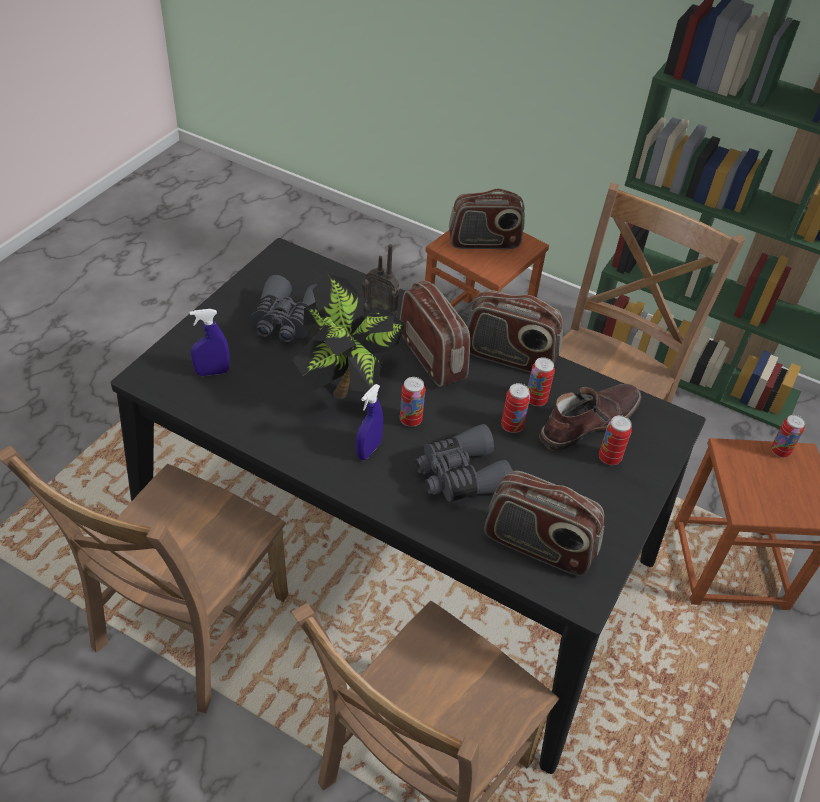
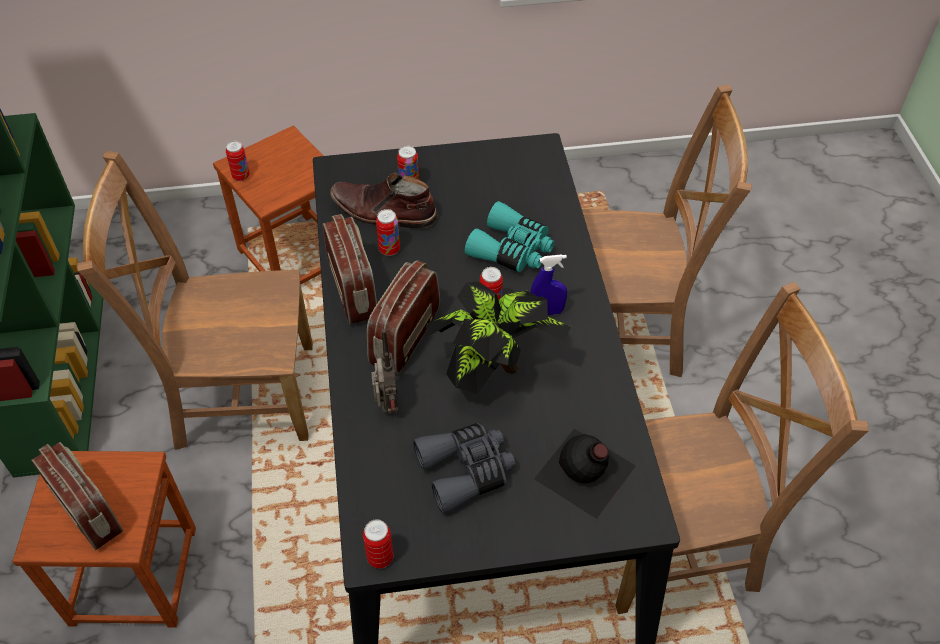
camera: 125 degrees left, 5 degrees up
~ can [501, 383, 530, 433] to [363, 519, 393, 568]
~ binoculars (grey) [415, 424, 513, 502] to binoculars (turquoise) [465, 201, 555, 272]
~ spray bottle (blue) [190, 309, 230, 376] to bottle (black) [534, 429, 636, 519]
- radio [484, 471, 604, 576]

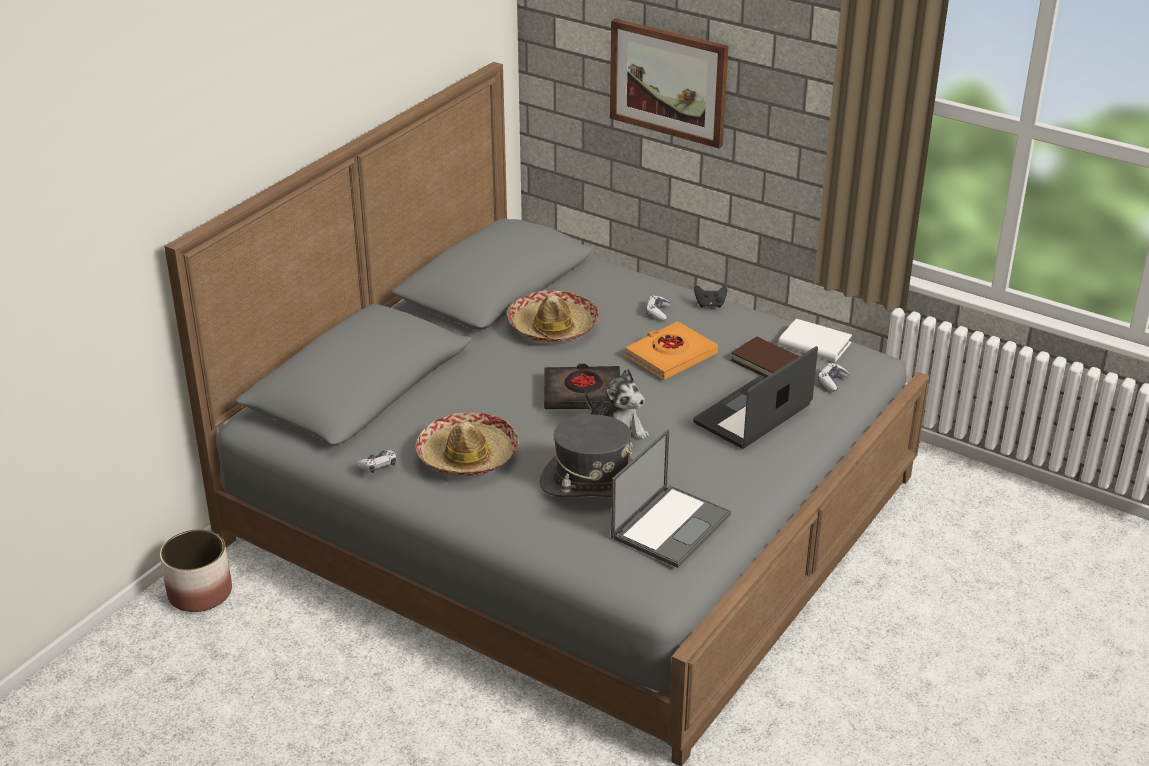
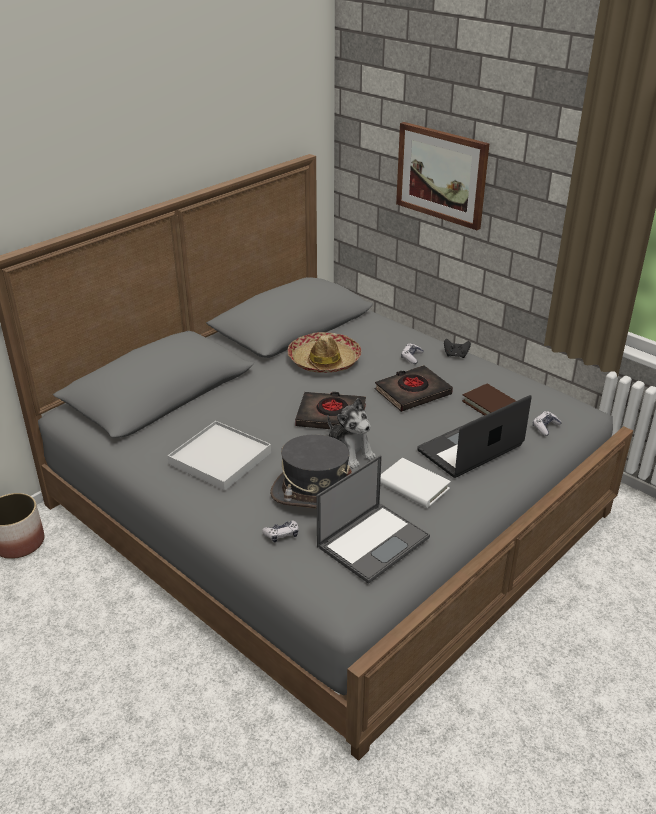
camera: 10 degrees right, 0 degrees up
~ hat [416, 412, 519, 476] to tray (white) [167, 421, 271, 491]
~ game controller [357, 450, 396, 473] to [262, 520, 299, 543]
~ book (orange) [624, 321, 718, 380] to book (black) [375, 365, 453, 412]
~ book (white) [779, 319, 852, 362] to [380, 458, 451, 508]

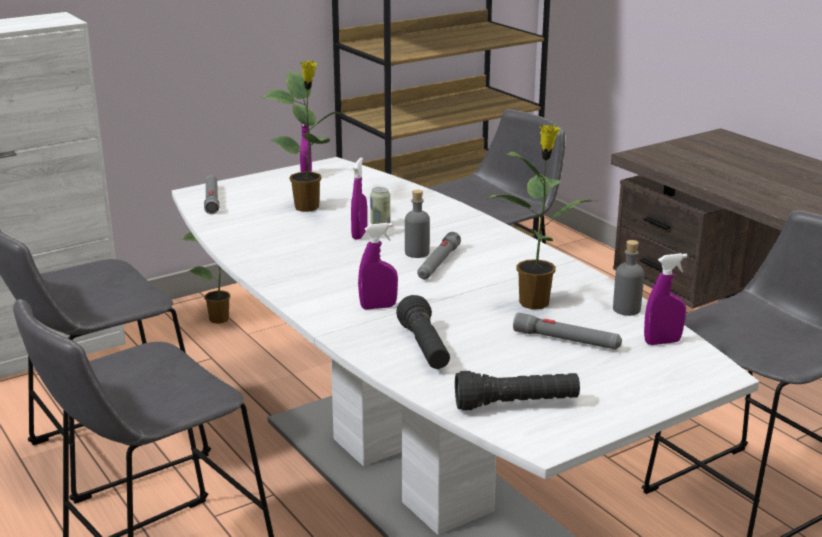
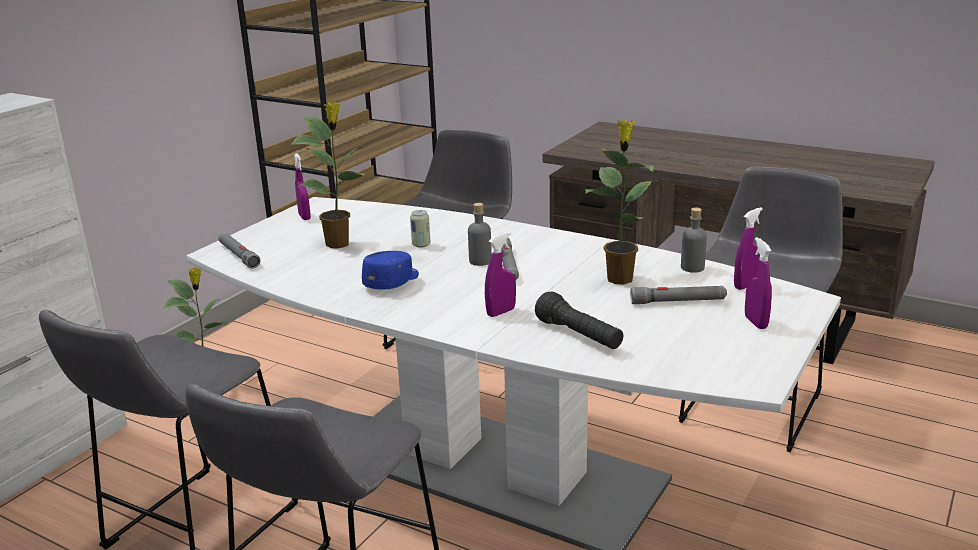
camera: 25 degrees left, 0 degrees up
+ cap (blue) [362, 251, 419, 290]
~ spray bottle (purple) [351, 157, 367, 240] to [745, 237, 772, 329]
- flashlight (black) [455, 371, 580, 411]

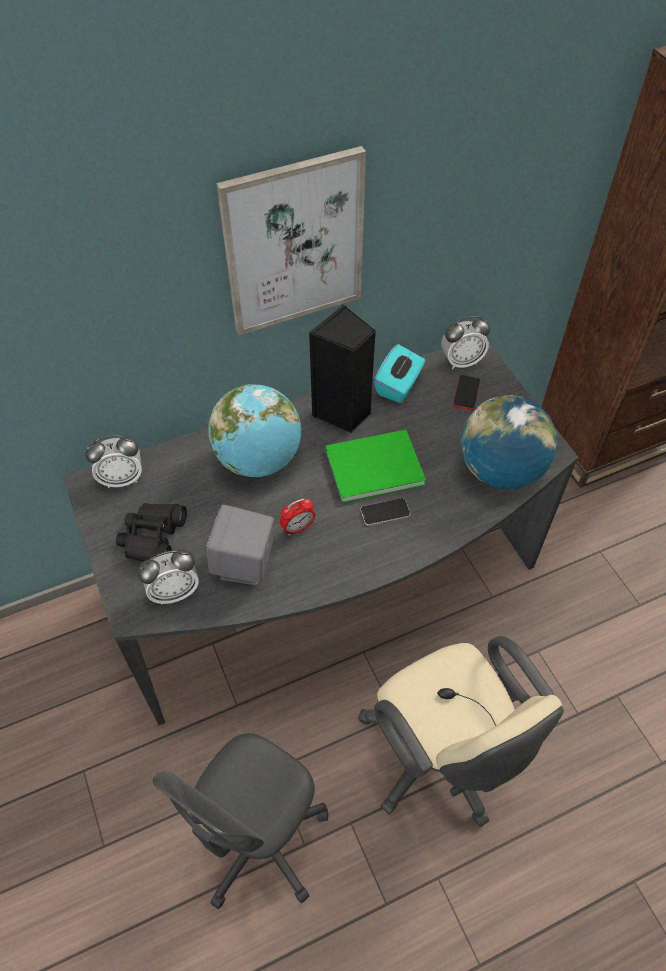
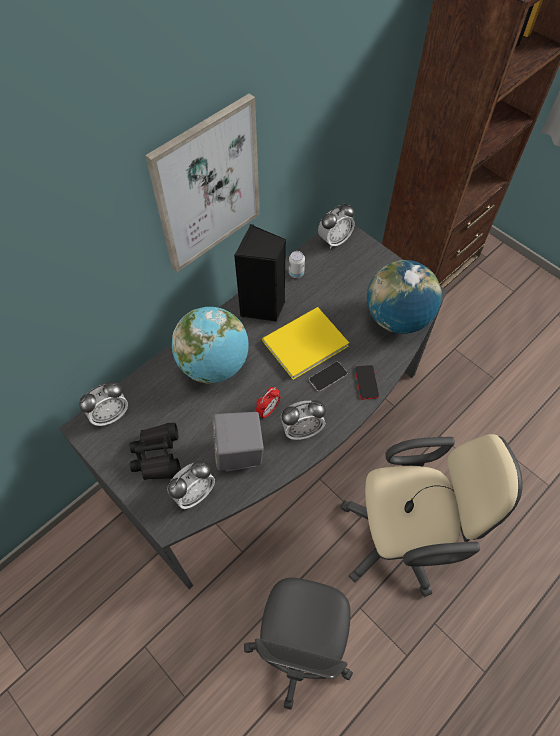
camera: 20 degrees left, 5 degrees up
~ book (green) [325, 430, 426, 503] to book (yellow) [262, 307, 349, 380]
+ alarm clock [280, 400, 326, 440]
~ tissue box (turquoise) [374, 344, 425, 403] to can [289, 251, 305, 278]
~ office chair (beige) [358, 636, 564, 827] = [340, 434, 523, 597] 45 degrees counterclockwise
~ phone [453, 375, 480, 410] to [355, 365, 379, 400]

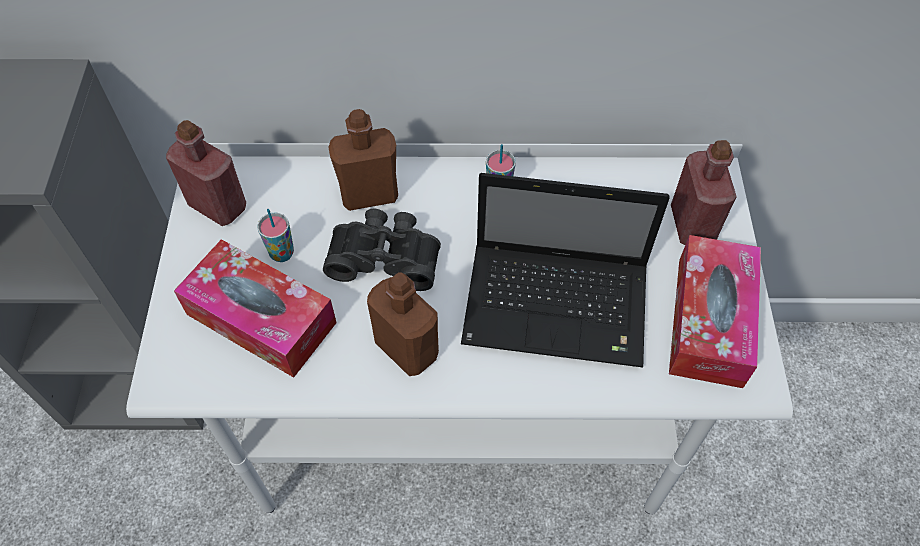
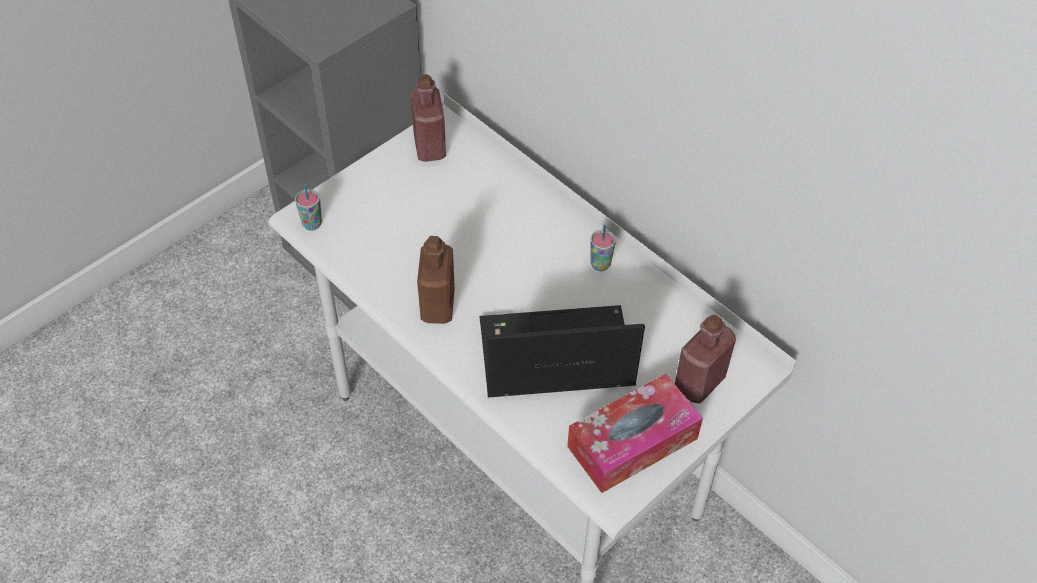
camera: 45 degrees right, 5 degrees down
~ cup [257, 209, 294, 262] to [295, 184, 322, 231]
~ laptop [461, 173, 670, 367] = [480, 305, 645, 397] 120 degrees clockwise
- tissue box [174, 239, 337, 378]
- binoculars (black) [323, 208, 441, 291]
- bottle (brown) [328, 109, 398, 211]

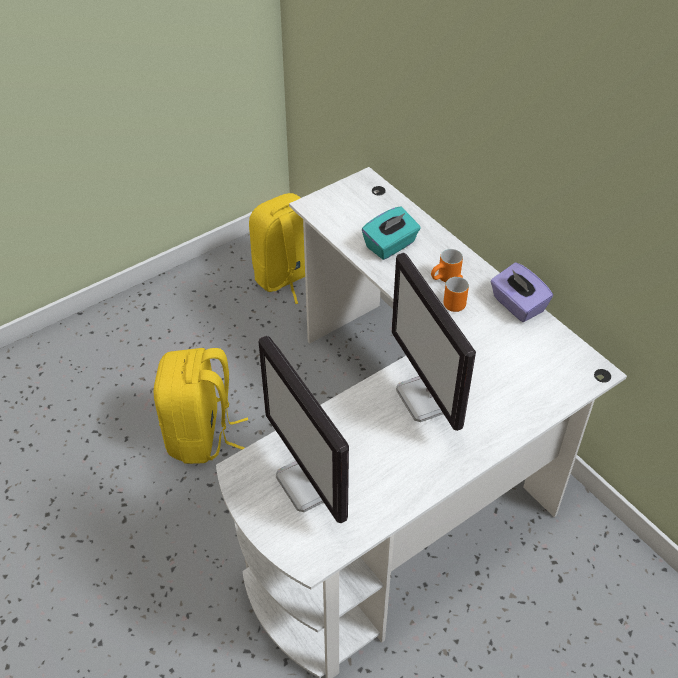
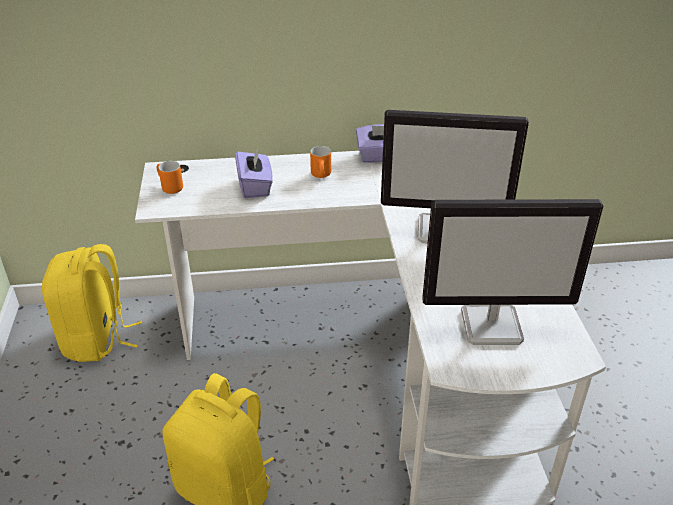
camera: 60 degrees left, 10 degrees down
~ mug (orange) [444, 274, 469, 312] to [157, 161, 183, 194]
~ tissue box (turquoise) [362, 207, 421, 260] to tissue box (purple) [235, 147, 273, 198]

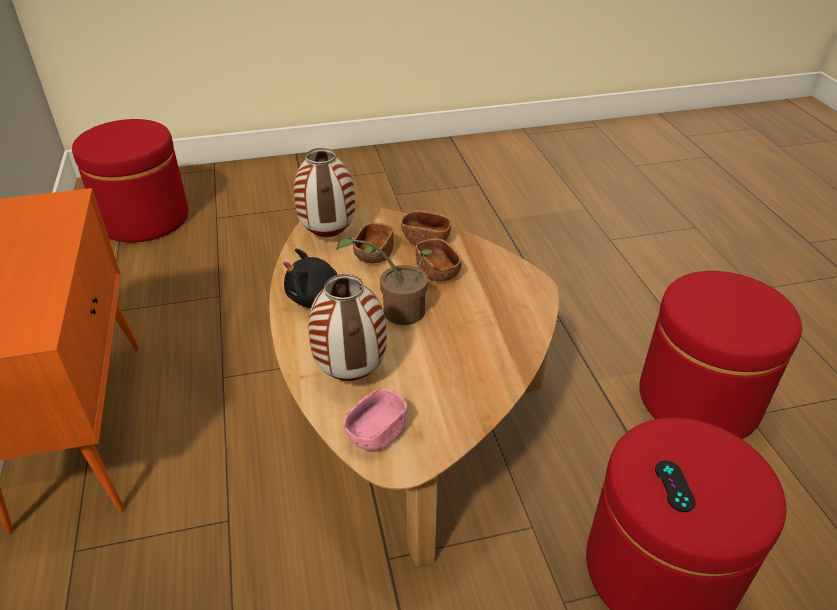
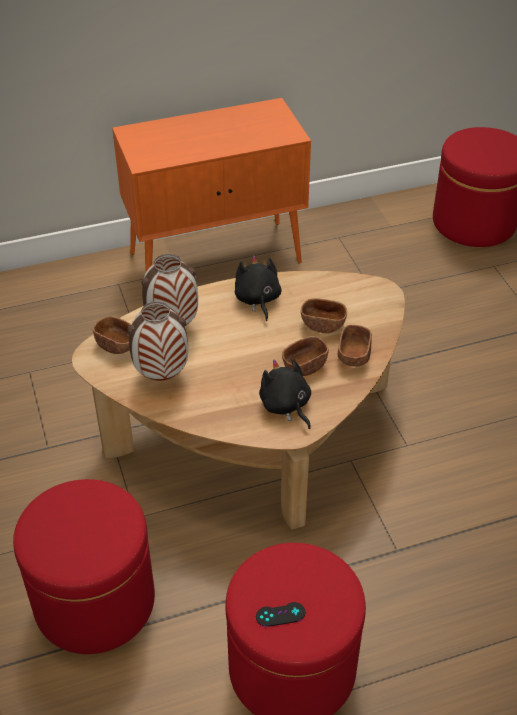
camera: 85 degrees right, 5 degrees up
~ bowl (pink) [343, 389, 407, 451] to bowl (brown) [93, 316, 131, 354]
~ vase [294, 148, 355, 237] to [128, 301, 188, 381]
~ game controller (black) [655, 461, 696, 512] to [256, 602, 305, 627]
+ plush toy (black) [259, 359, 311, 429]
- potted plant [336, 238, 433, 325]

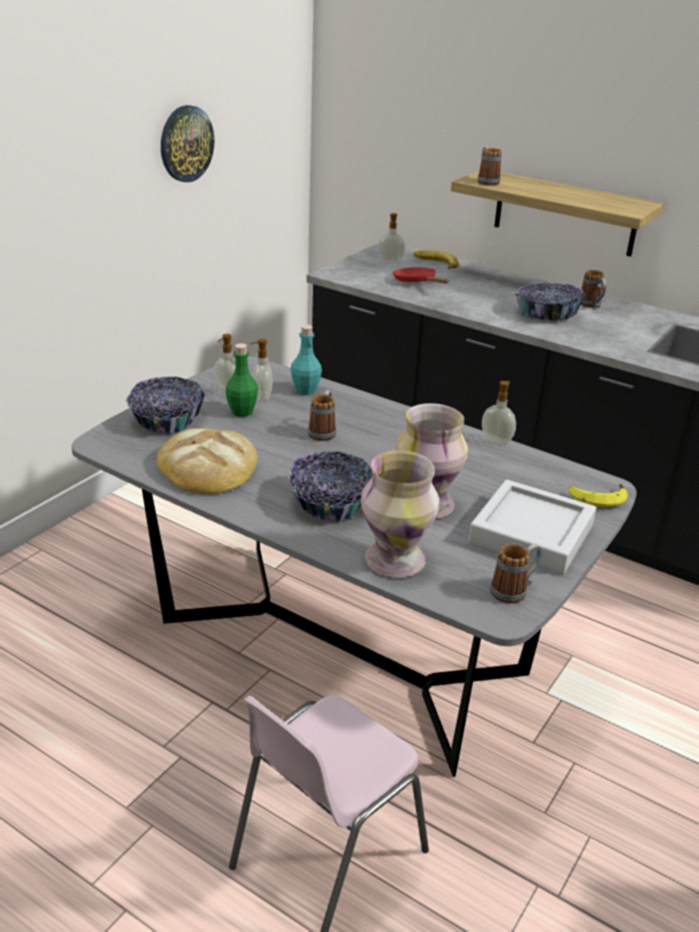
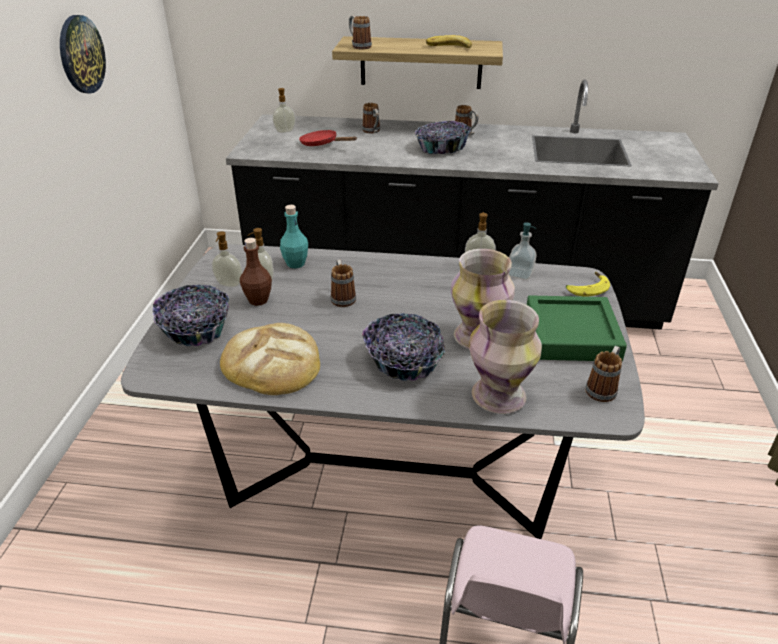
camera: 25 degrees left, 5 degrees up
~ bottle (green) [226, 343, 258, 417] to bottle (brown) [240, 238, 272, 306]
+ mug [362, 103, 380, 133]
~ banana [414, 250, 459, 269] to [426, 35, 472, 48]
+ soap dispenser [509, 222, 537, 280]
~ tray (grey) [468, 480, 596, 575] to tray (green) [527, 295, 627, 361]

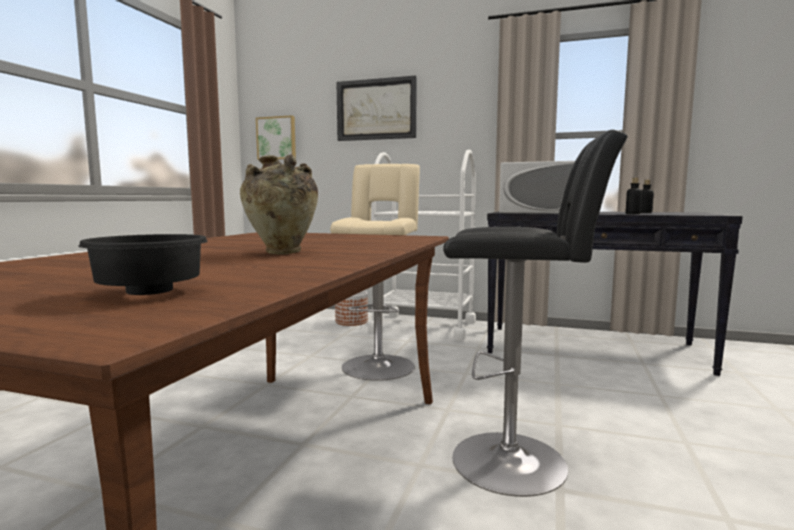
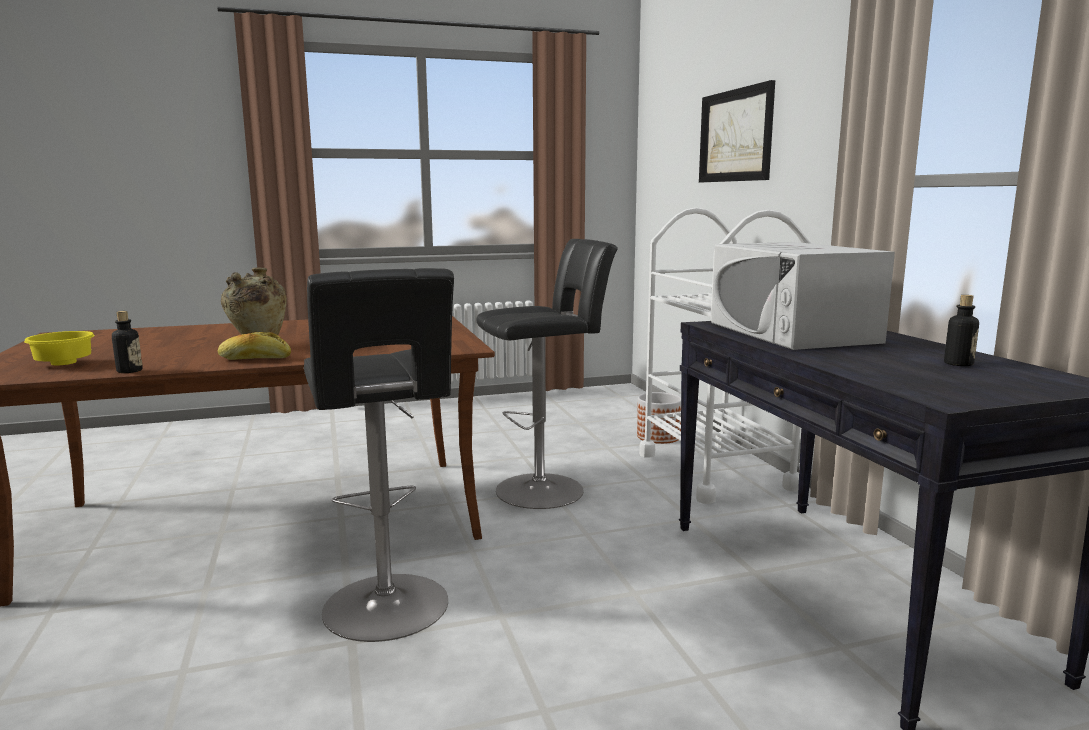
camera: 55 degrees right, 5 degrees up
~ bowl (black) [78, 234, 208, 295] to bowl (yellow) [24, 331, 94, 365]
~ bottle [626, 178, 642, 214] to [112, 311, 143, 373]
+ bread [218, 332, 291, 360]
~ stool (beige) [330, 164, 420, 381] to stool (black) [476, 239, 618, 509]
- picture [256, 115, 296, 160]

